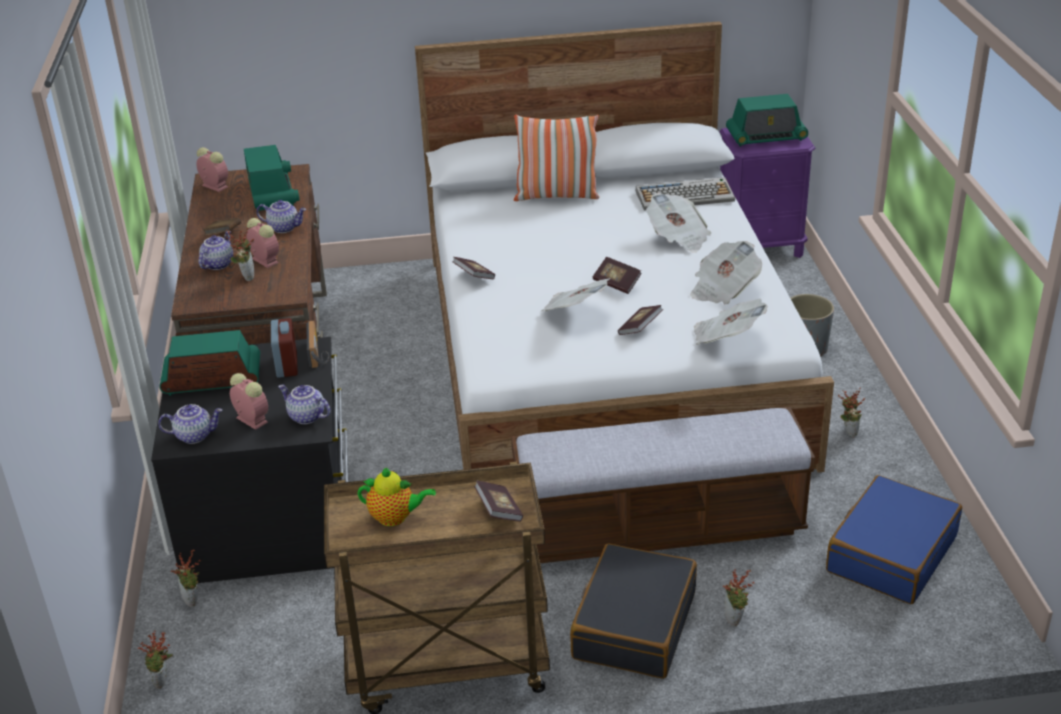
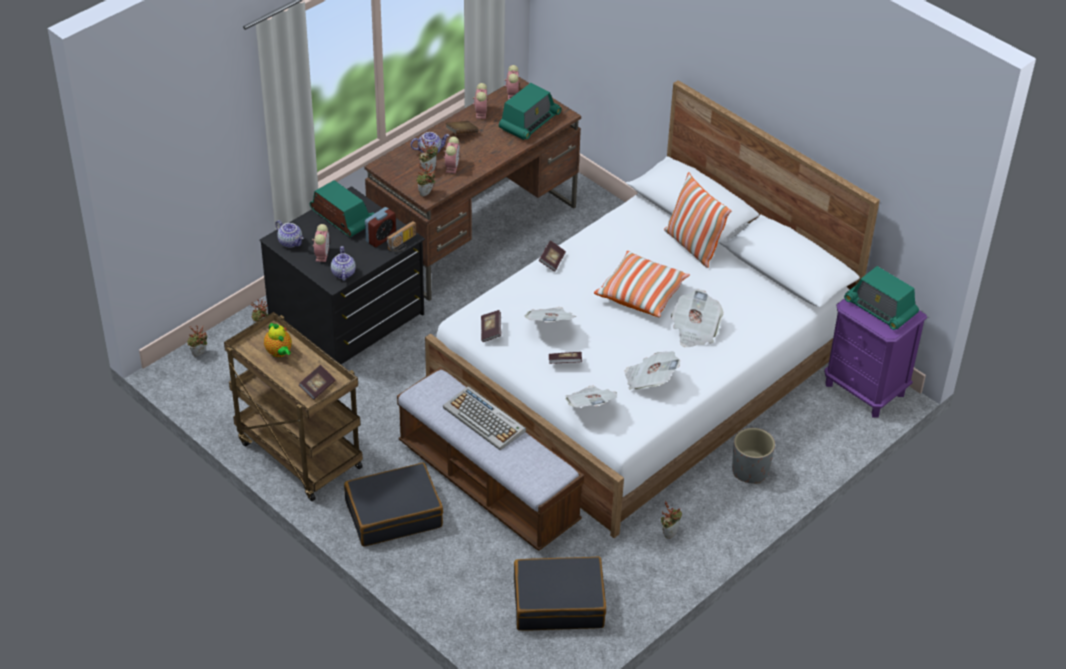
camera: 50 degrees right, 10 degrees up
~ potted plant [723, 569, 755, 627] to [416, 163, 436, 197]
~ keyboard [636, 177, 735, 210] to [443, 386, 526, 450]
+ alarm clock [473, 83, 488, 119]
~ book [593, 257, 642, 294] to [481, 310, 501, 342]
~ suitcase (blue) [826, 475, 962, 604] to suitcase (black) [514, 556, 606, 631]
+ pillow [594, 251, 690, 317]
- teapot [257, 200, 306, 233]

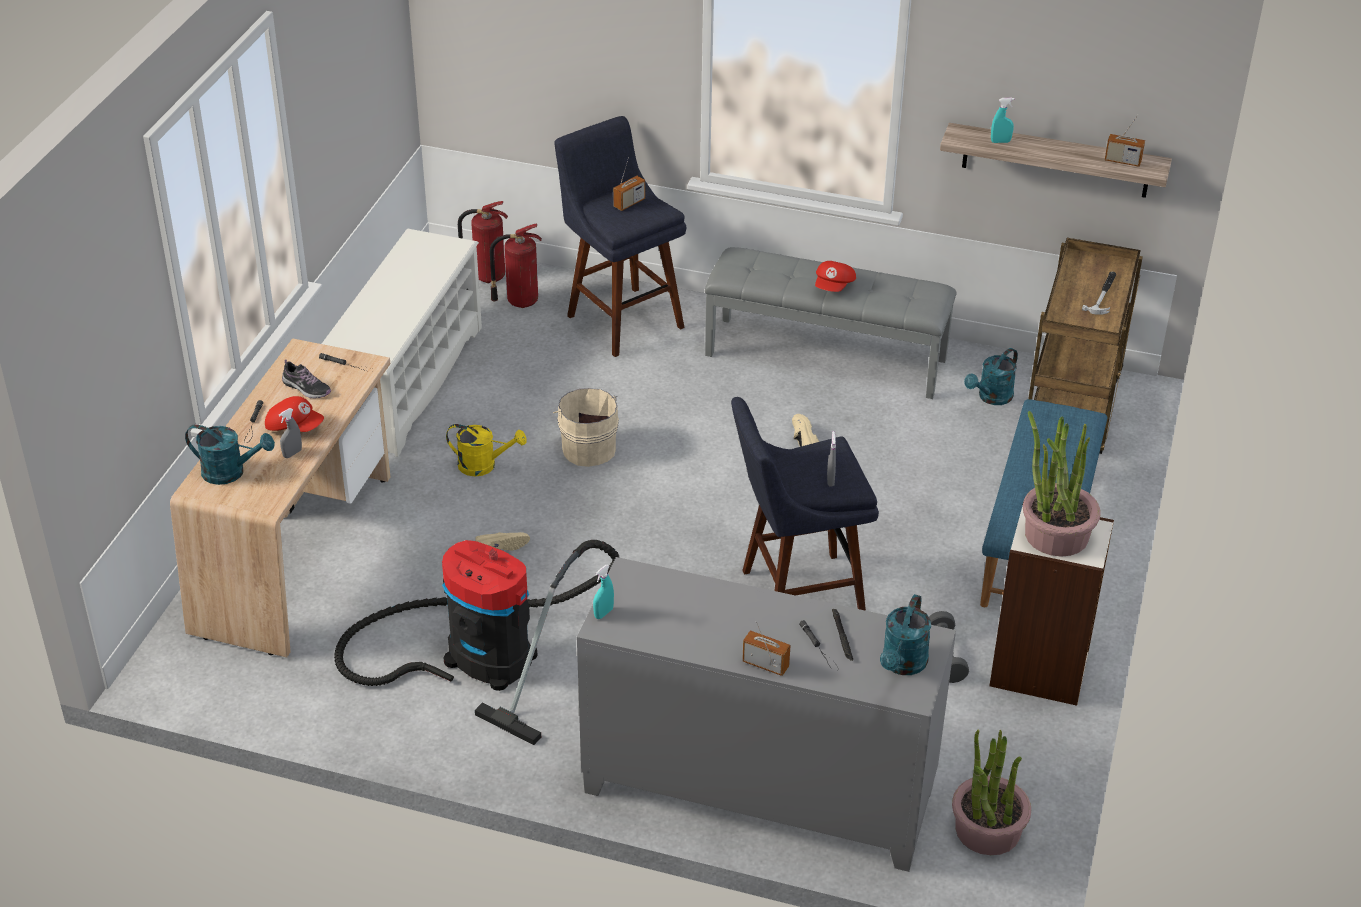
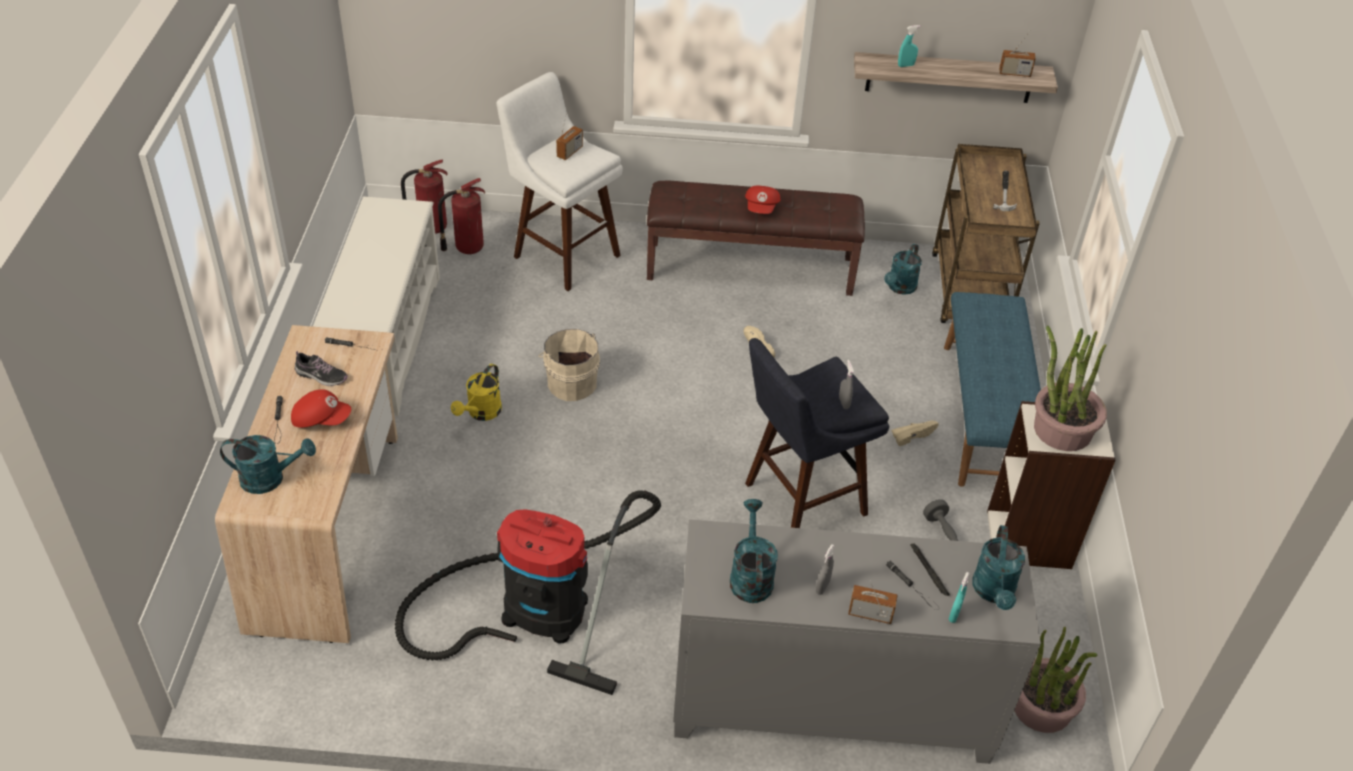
camera: 15 degrees left, 5 degrees up
~ watering can (yellow) [446, 424, 527, 477] = [451, 364, 502, 421] 120 degrees clockwise
~ stool (blue) [554, 116, 686, 357] to stool (white) [496, 72, 623, 291]
~ bench (grey) [705, 247, 957, 399] to bench (brown) [647, 181, 865, 296]
+ watering can (turquoise) [730, 499, 778, 603]
~ spray bottle (grey) [279, 408, 302, 458] to [816, 544, 835, 595]
~ shoe (beige) [475, 532, 530, 551] to [892, 421, 939, 446]
~ spray bottle (turquoise) [593, 565, 614, 619] to [948, 572, 970, 623]

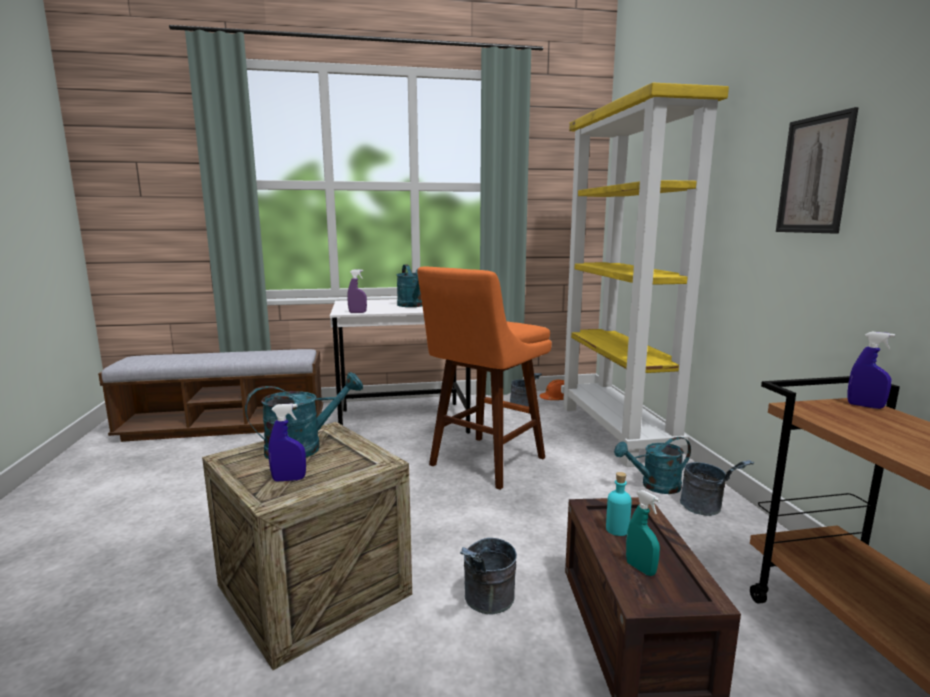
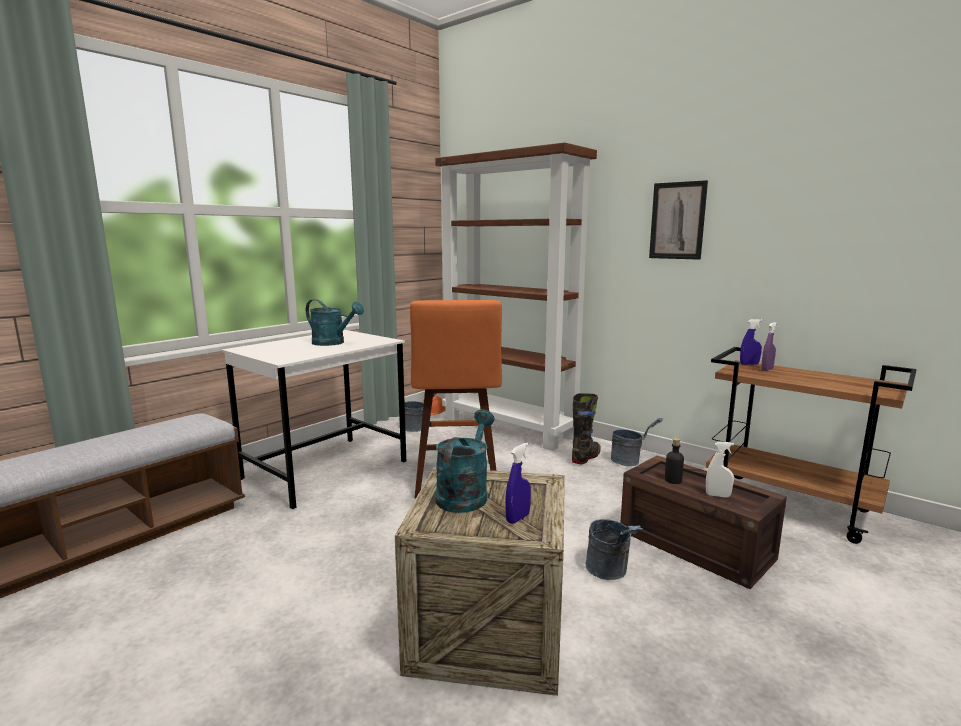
camera: 40 degrees left, 0 degrees up
~ bookcase (yellow) [561, 83, 729, 467] to bookcase (brown) [435, 142, 597, 451]
~ watering can (turquoise) [614, 437, 691, 494] to boot (black) [572, 393, 601, 464]
~ bottle (turquoise) [606, 472, 632, 536] to bottle (black) [665, 438, 684, 484]
~ spray bottle (turquoise) [626, 490, 660, 576] to spray bottle (white) [706, 441, 734, 497]
~ spray bottle (purple) [347, 269, 367, 313] to [761, 322, 777, 371]

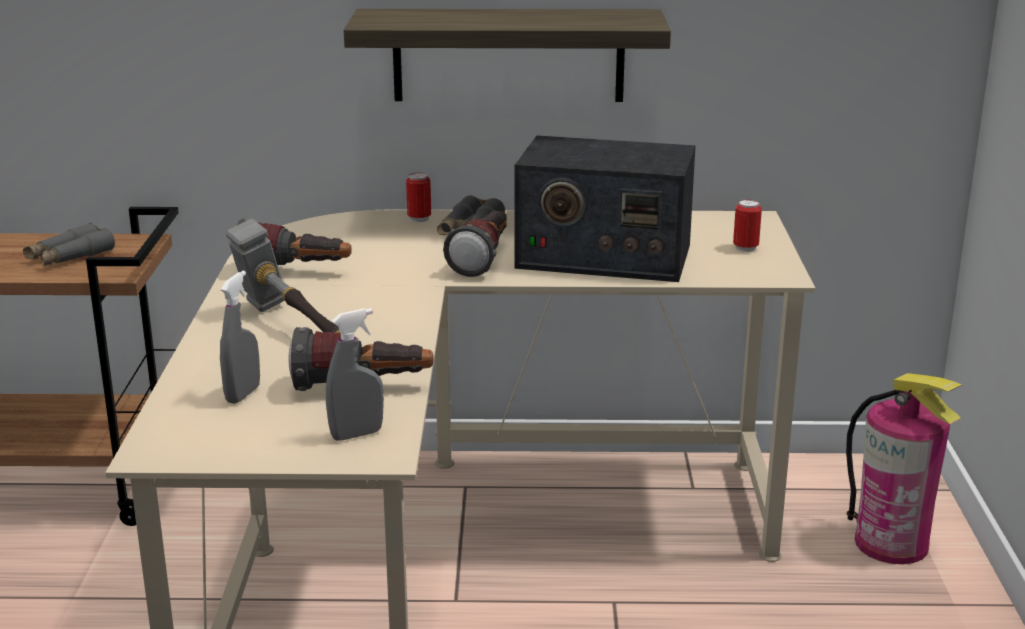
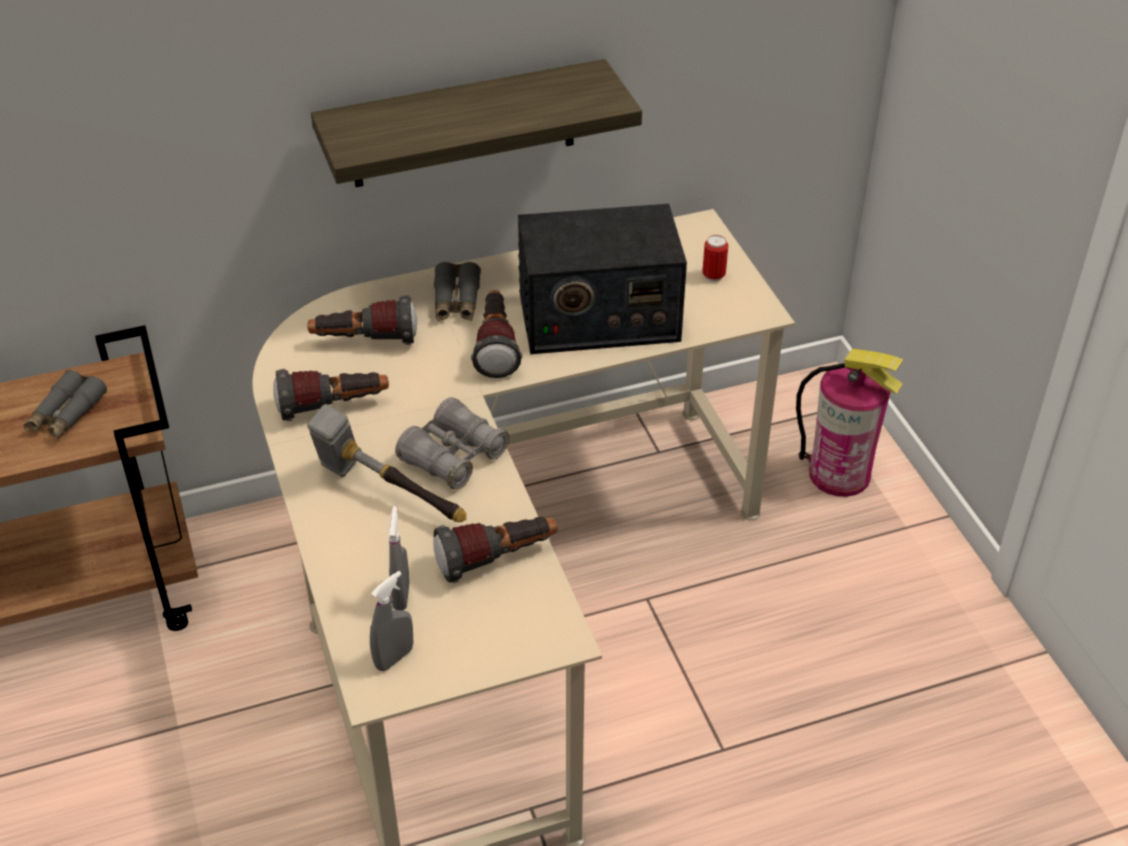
camera: 20 degrees left, 20 degrees up
+ flashlight [307, 295, 417, 345]
~ spray bottle (grey) [326, 308, 384, 441] to [370, 571, 413, 671]
+ binoculars (grey) [395, 397, 510, 490]
- can [406, 173, 431, 222]

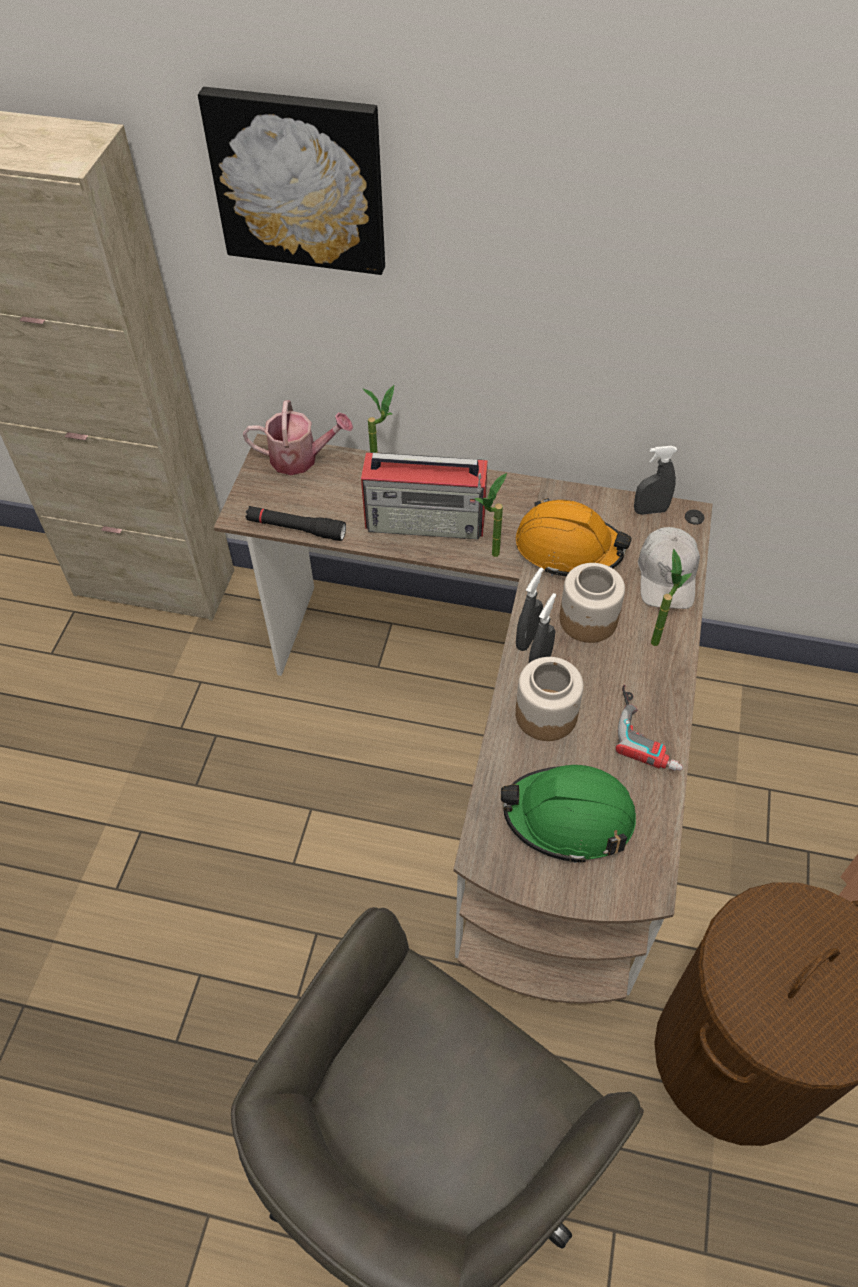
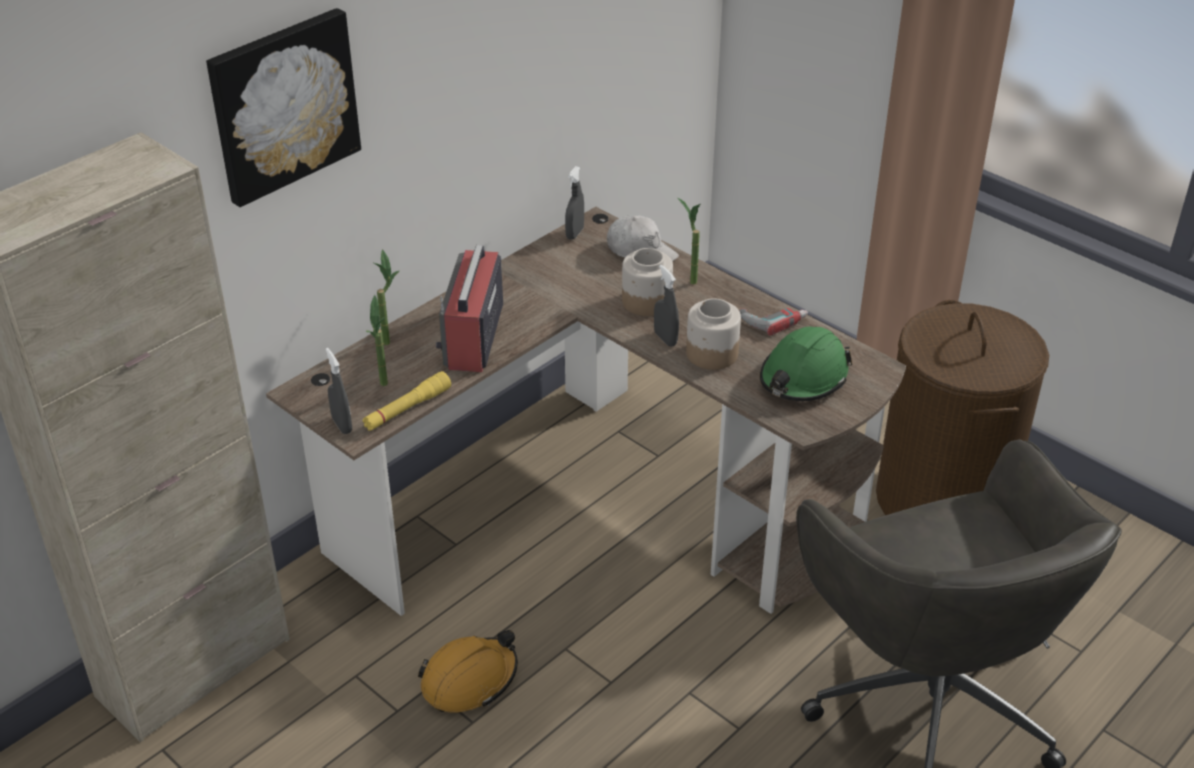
camera: 60 degrees left, 15 degrees down
~ spray bottle (grey) [516, 568, 544, 651] to [325, 348, 352, 434]
~ flashlight (black) [245, 506, 346, 541] to flashlight (yellow) [363, 371, 451, 431]
~ potted plant [474, 473, 507, 557] to [366, 295, 388, 386]
~ hard hat (orange) [516, 498, 632, 576] to [418, 630, 518, 713]
~ radio [361, 452, 488, 539] = [436, 245, 503, 372] 150 degrees clockwise
- watering can [243, 400, 353, 475]

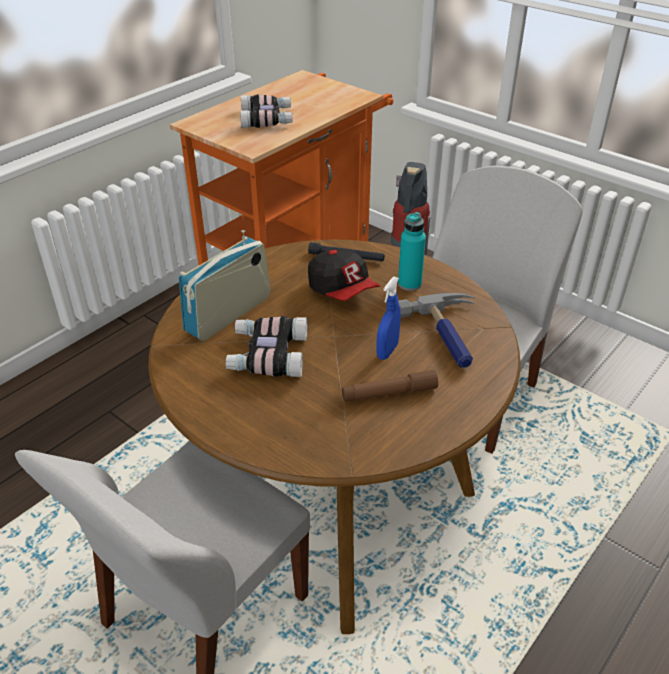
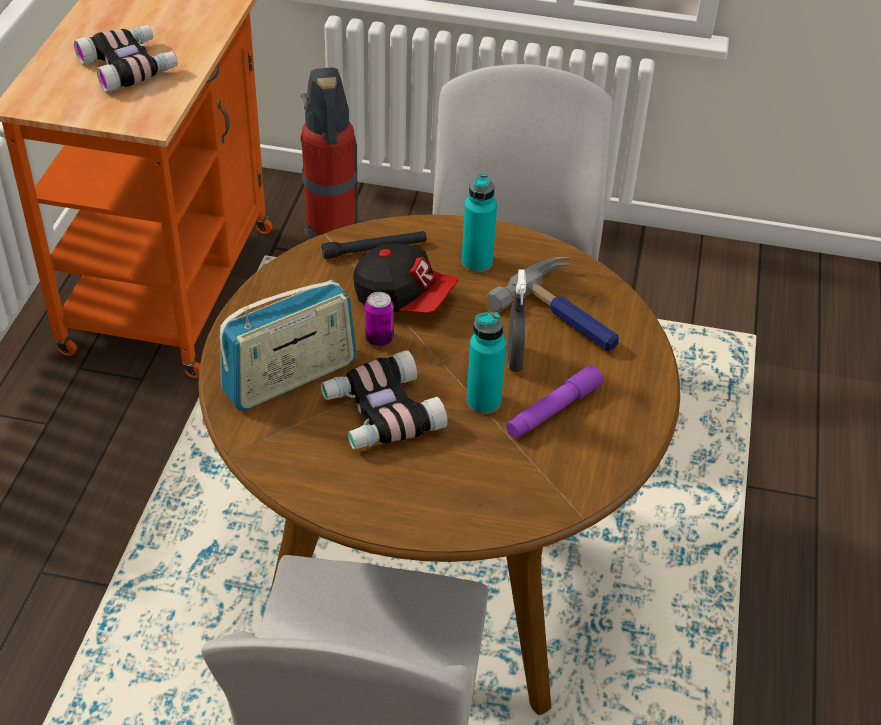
camera: 30 degrees left, 5 degrees up
~ radio [179, 230, 271, 341] = [220, 280, 357, 411] 135 degrees counterclockwise
+ can [365, 292, 394, 347]
+ bottle (turquoise) [466, 312, 506, 414]
~ flashlight (brown) [342, 370, 438, 402] to flashlight (purple) [506, 365, 603, 438]
~ spray bottle (blue) [376, 276, 401, 360] to spray bottle (grey) [507, 269, 526, 372]

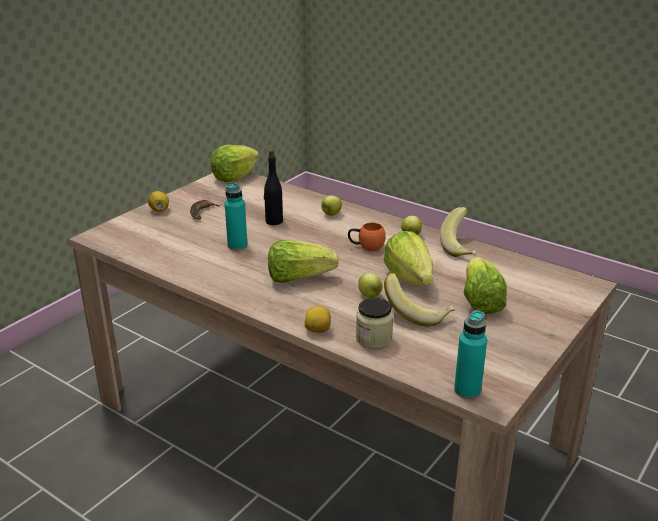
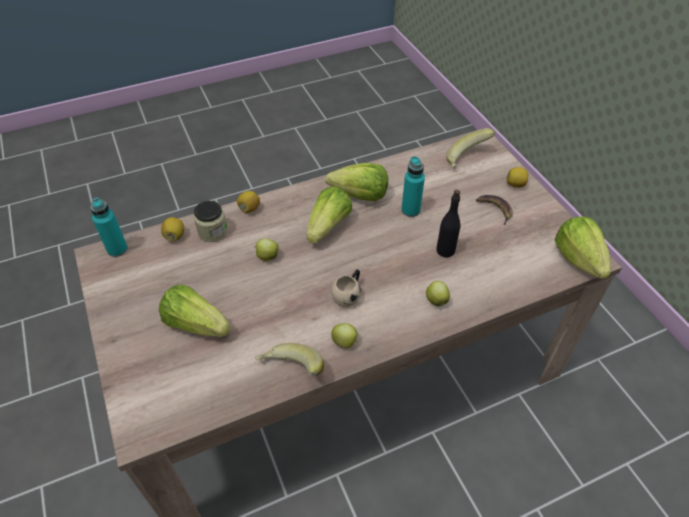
camera: 120 degrees right, 20 degrees up
+ lemon [161, 217, 184, 241]
~ lettuce [384, 231, 433, 286] to [326, 163, 388, 201]
~ mug (orange) [348, 222, 386, 251] to mug (beige) [331, 270, 361, 307]
~ banana [384, 273, 455, 327] to [446, 128, 495, 167]

